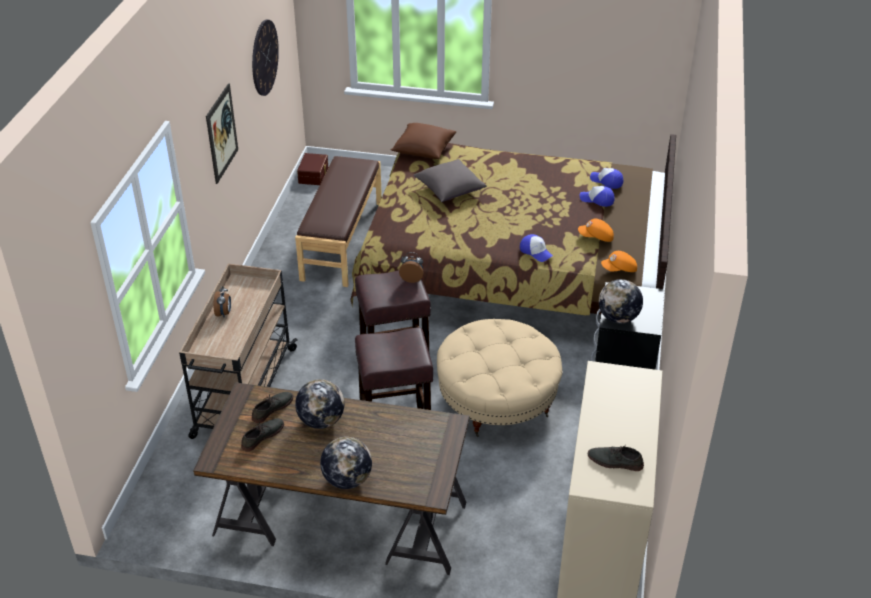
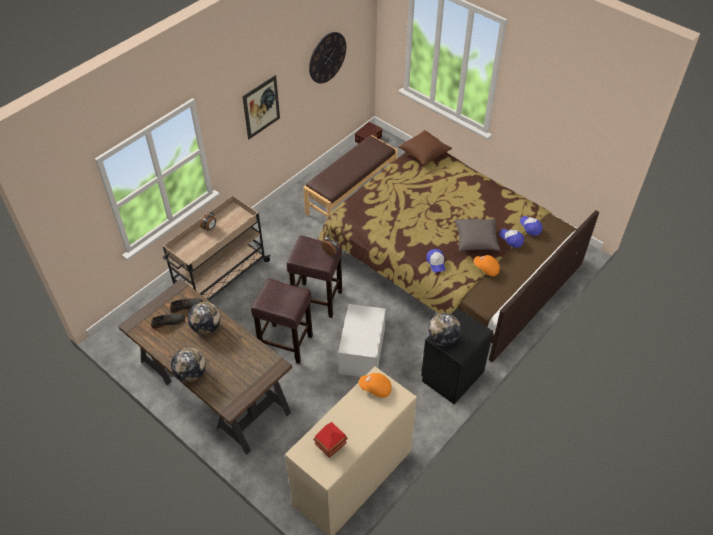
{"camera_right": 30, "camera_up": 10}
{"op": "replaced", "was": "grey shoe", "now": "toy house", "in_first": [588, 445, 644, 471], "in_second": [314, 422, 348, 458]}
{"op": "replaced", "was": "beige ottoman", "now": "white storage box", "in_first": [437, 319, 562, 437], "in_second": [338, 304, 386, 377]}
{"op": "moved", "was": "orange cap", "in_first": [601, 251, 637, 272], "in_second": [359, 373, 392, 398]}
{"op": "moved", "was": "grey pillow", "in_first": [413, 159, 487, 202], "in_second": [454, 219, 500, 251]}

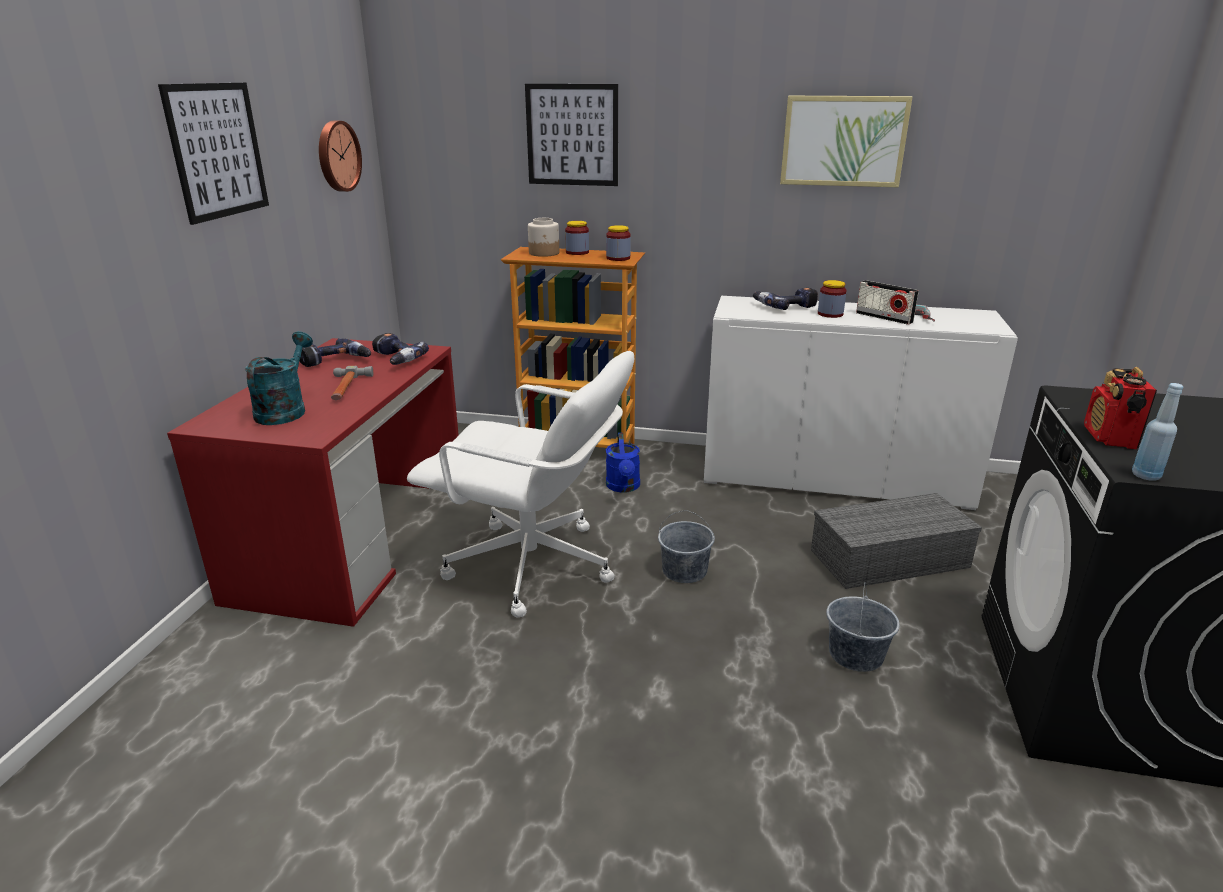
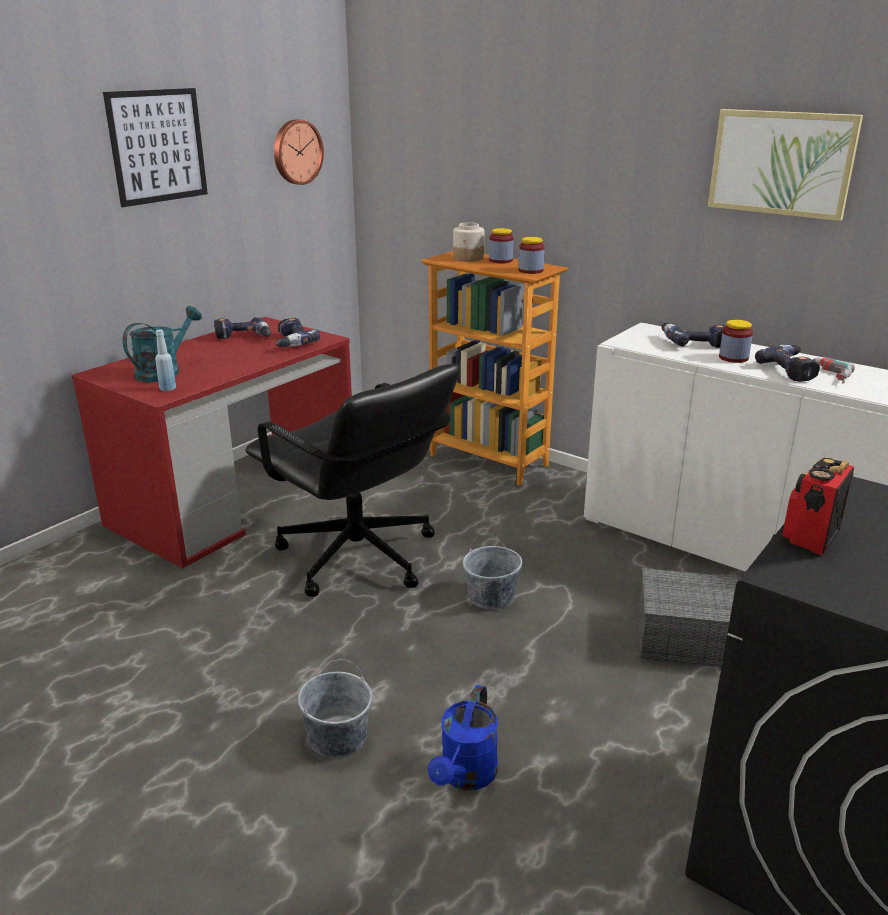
{"camera_right": 25, "camera_up": 0}
{"op": "moved", "was": "blue bottle", "in_first": [1132, 383, 1183, 481], "in_second": [155, 330, 176, 391]}
{"op": "recoloured", "was": "white office chair", "now": "black office chair", "in_first": [407, 351, 634, 618], "in_second": [245, 364, 460, 597]}
{"op": "moved", "was": "grey bucket", "in_first": [826, 582, 900, 672], "in_second": [297, 659, 372, 758]}
{"op": "moved", "was": "blue watering can", "in_first": [606, 433, 640, 493], "in_second": [428, 685, 498, 790]}
{"op": "replaced", "was": "radio", "now": "power drill", "in_first": [856, 280, 919, 325], "in_second": [755, 345, 820, 382]}
{"op": "removed", "was": "hammer", "in_first": [331, 366, 373, 400]}
{"op": "removed", "was": "picture", "in_first": [525, 84, 618, 186]}

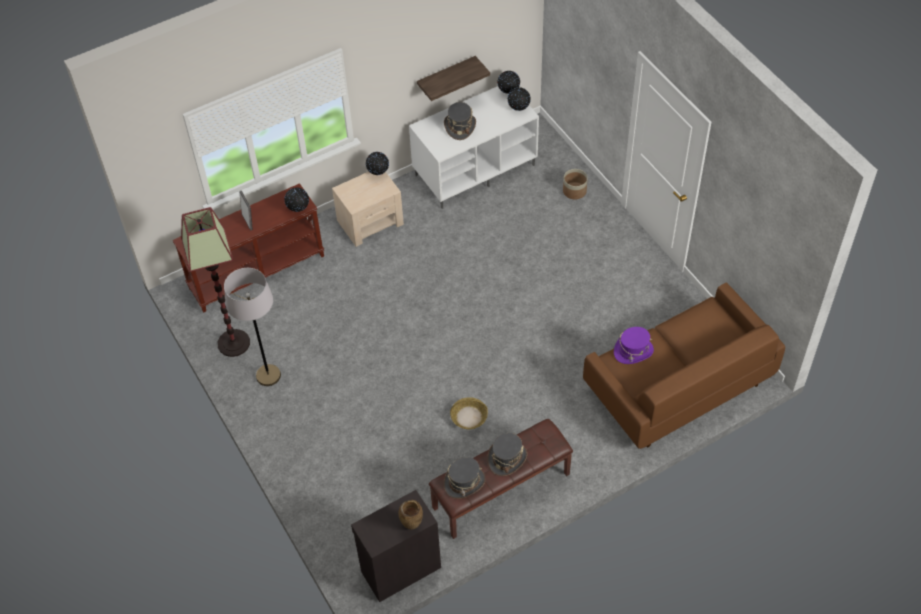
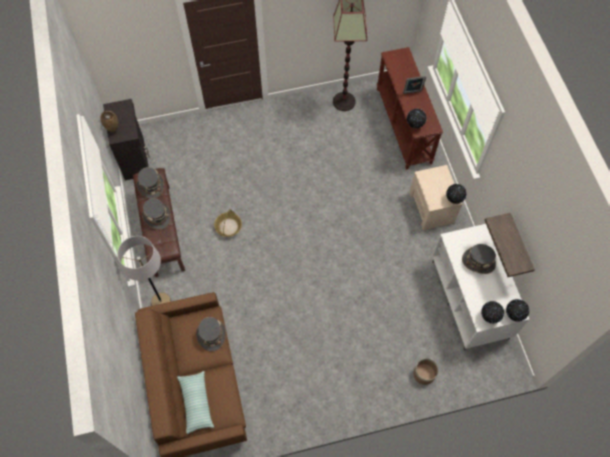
{"camera_right": 105, "camera_up": 10}
{"op": "moved", "was": "grey floor lamp", "in_first": [224, 268, 281, 386], "in_second": [117, 236, 171, 306]}
{"op": "added", "now": "pillow", "in_second": [177, 371, 214, 434]}
{"op": "recoloured", "was": "purple hat", "now": "grey hat", "in_first": [614, 327, 654, 364], "in_second": [196, 317, 226, 352]}

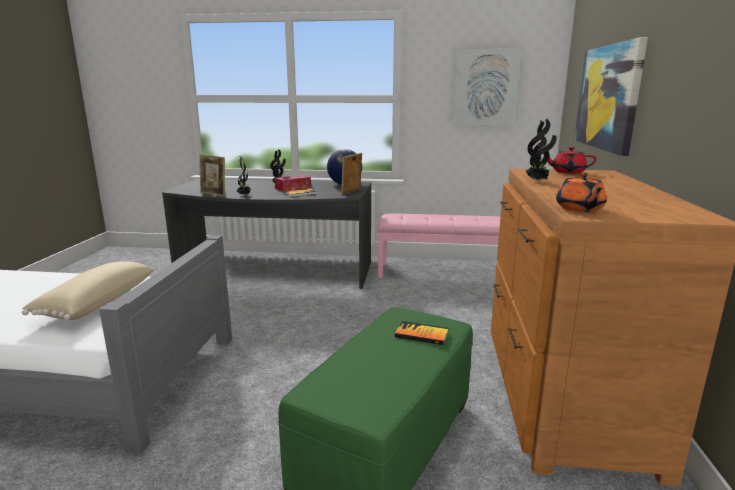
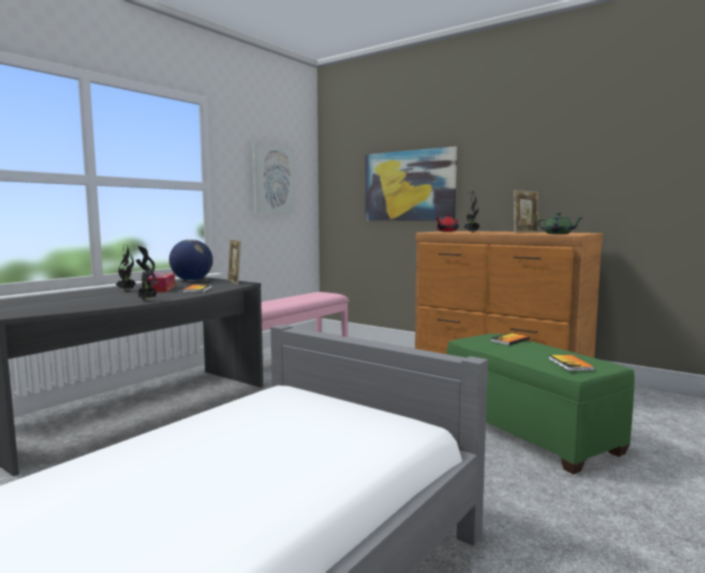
{"camera_right": -60, "camera_up": -10}
{"op": "moved", "was": "picture frame", "in_first": [199, 154, 225, 196], "in_second": [514, 190, 539, 233]}
{"op": "recoloured", "was": "orange teapot", "now": "green teapot", "in_first": [556, 173, 607, 212], "in_second": [538, 213, 582, 234]}
{"op": "added", "now": "book", "in_second": [549, 355, 595, 371]}
{"op": "removed", "was": "beige pillow", "in_first": [22, 261, 154, 320]}

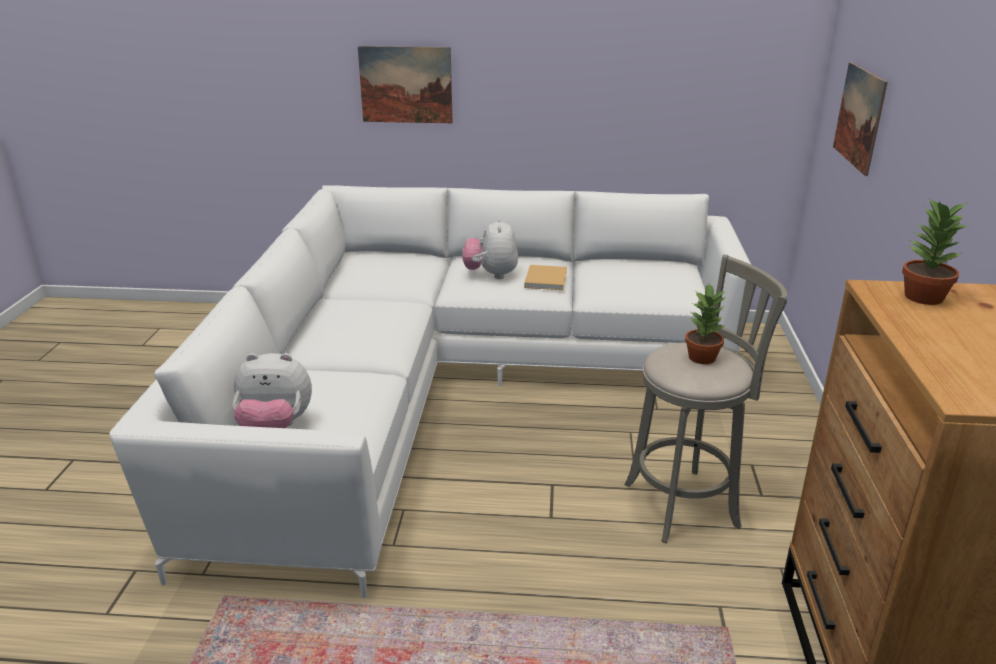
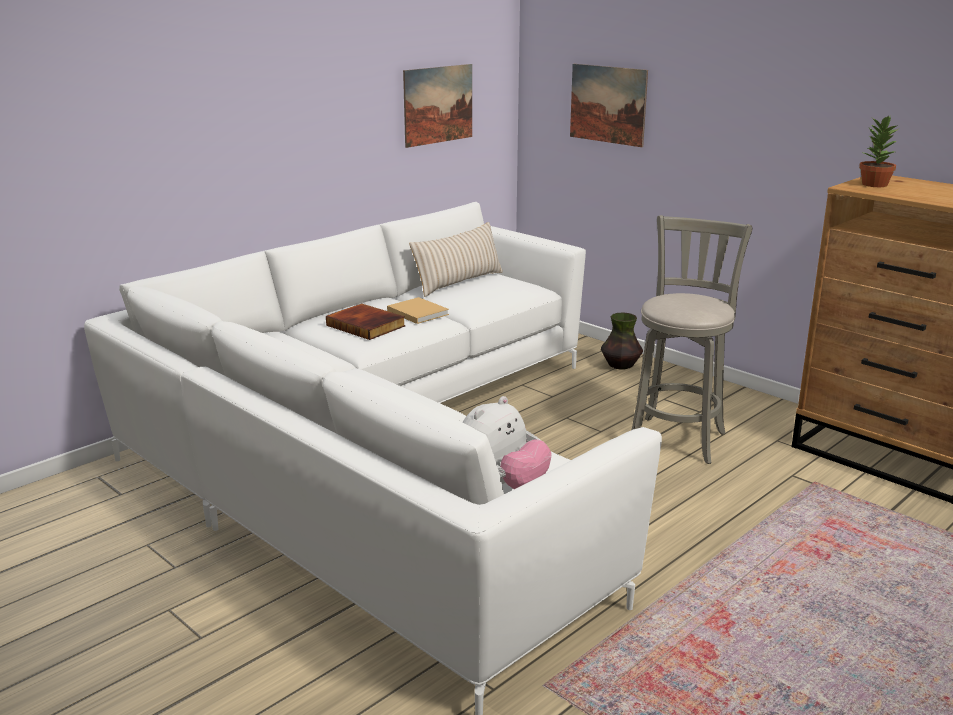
{"camera_right": -50, "camera_up": -5}
{"op": "replaced", "was": "plush toy", "now": "book", "in_first": [462, 217, 518, 279], "in_second": [326, 303, 406, 340]}
{"op": "moved", "was": "picture", "in_first": [358, 46, 453, 123], "in_second": [403, 64, 472, 148]}
{"op": "added", "now": "beige pillow", "in_second": [409, 222, 503, 297]}
{"op": "added", "now": "vase", "in_second": [601, 313, 643, 370]}
{"op": "removed", "was": "potted plant", "in_first": [685, 284, 726, 364]}

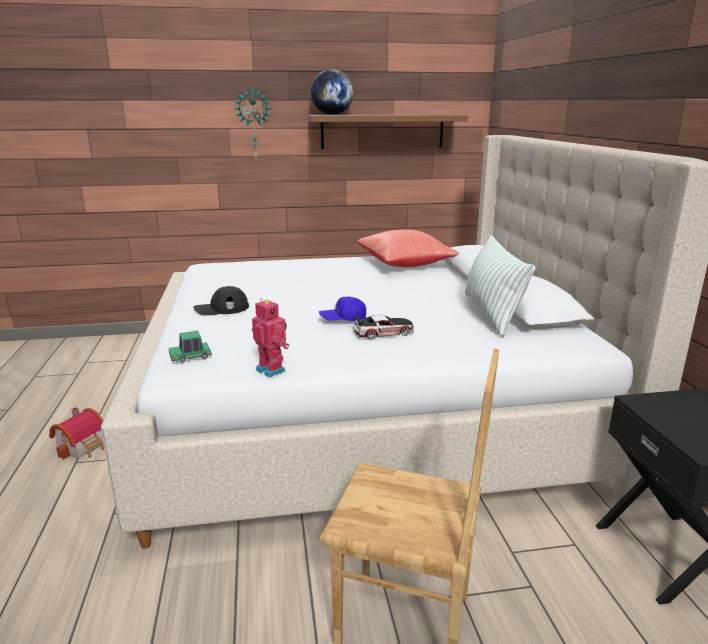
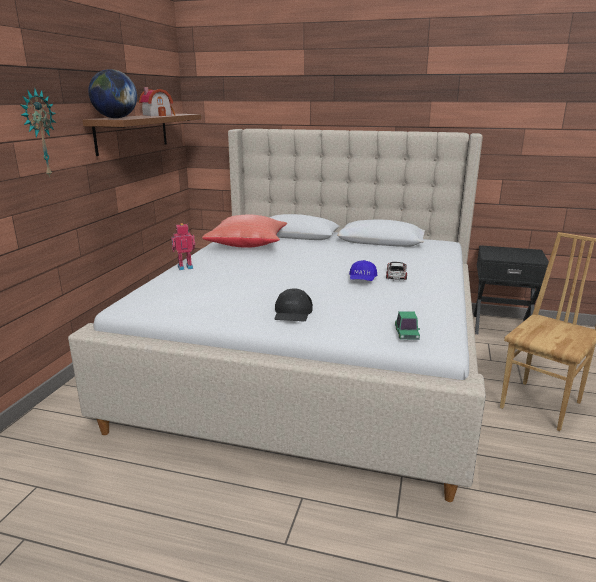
{"camera_right": -65, "camera_up": 0}
{"op": "moved", "was": "toy house", "in_first": [49, 407, 104, 460], "in_second": [139, 87, 175, 116]}
{"op": "moved", "was": "toy robot", "in_first": [252, 299, 289, 377], "in_second": [171, 223, 195, 270]}
{"op": "removed", "was": "pillow", "in_first": [465, 235, 536, 337]}

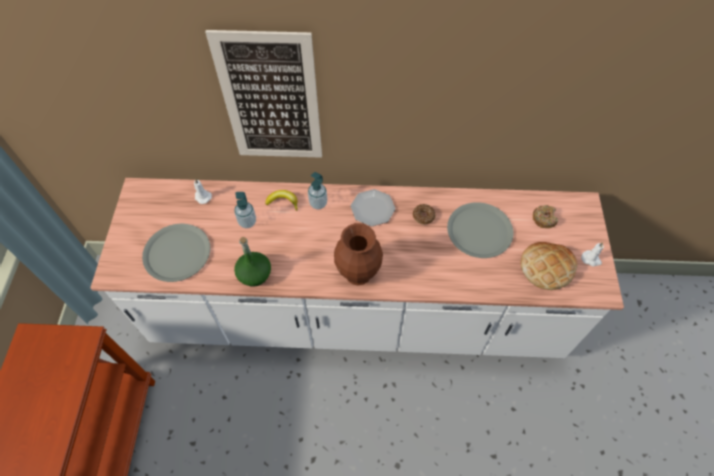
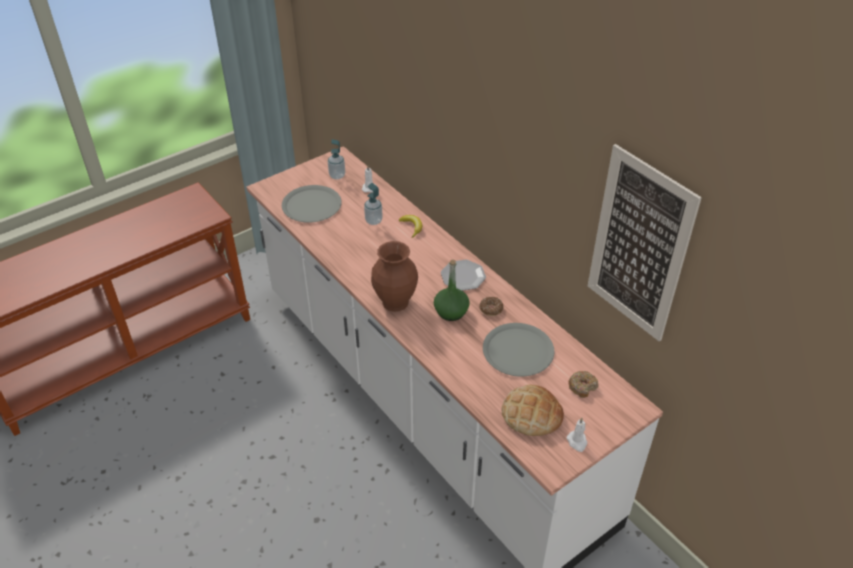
{"camera_right": 50, "camera_up": -15}
{"op": "moved", "was": "soap dispenser", "in_first": [308, 172, 327, 209], "in_second": [328, 139, 345, 180]}
{"op": "moved", "was": "green bottle", "in_first": [234, 237, 271, 286], "in_second": [434, 259, 470, 321]}
{"op": "moved", "was": "picture", "in_first": [205, 30, 322, 158], "in_second": [588, 144, 702, 342]}

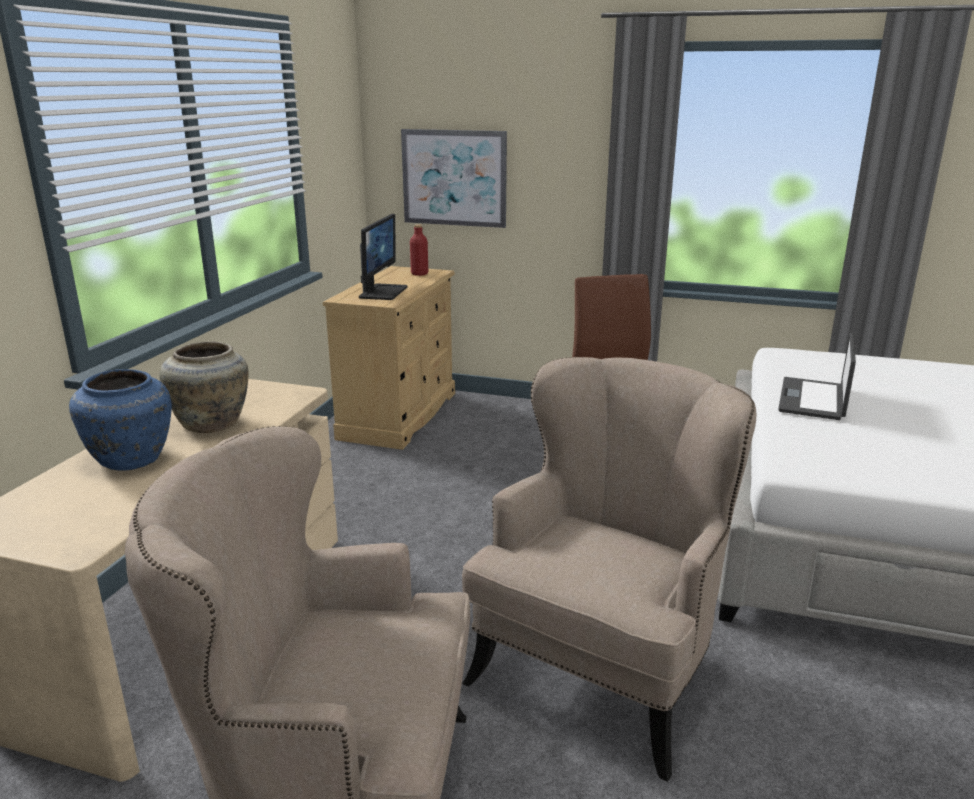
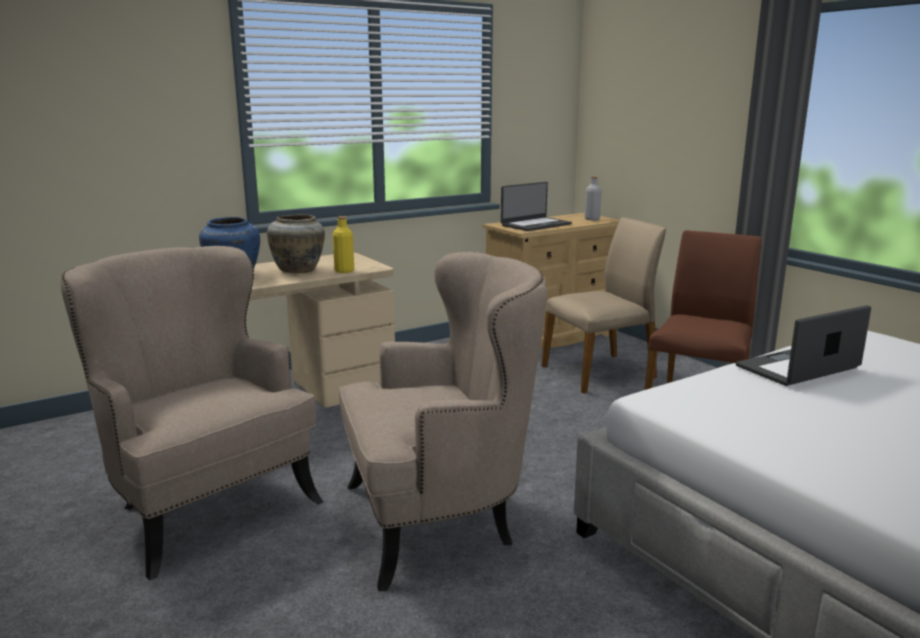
{"camera_right": 40, "camera_up": -5}
{"op": "added", "now": "yellow bottle", "in_second": [333, 216, 354, 273]}
{"op": "replaced", "was": "monitor", "now": "laptop", "in_first": [359, 214, 407, 300], "in_second": [501, 182, 572, 231]}
{"op": "added", "now": "beige chair", "in_second": [541, 217, 666, 393]}
{"op": "recoloured", "was": "red bottle", "now": "grey bottle", "in_first": [410, 224, 428, 276], "in_second": [585, 176, 601, 220]}
{"op": "removed", "was": "picture", "in_first": [401, 129, 507, 228]}

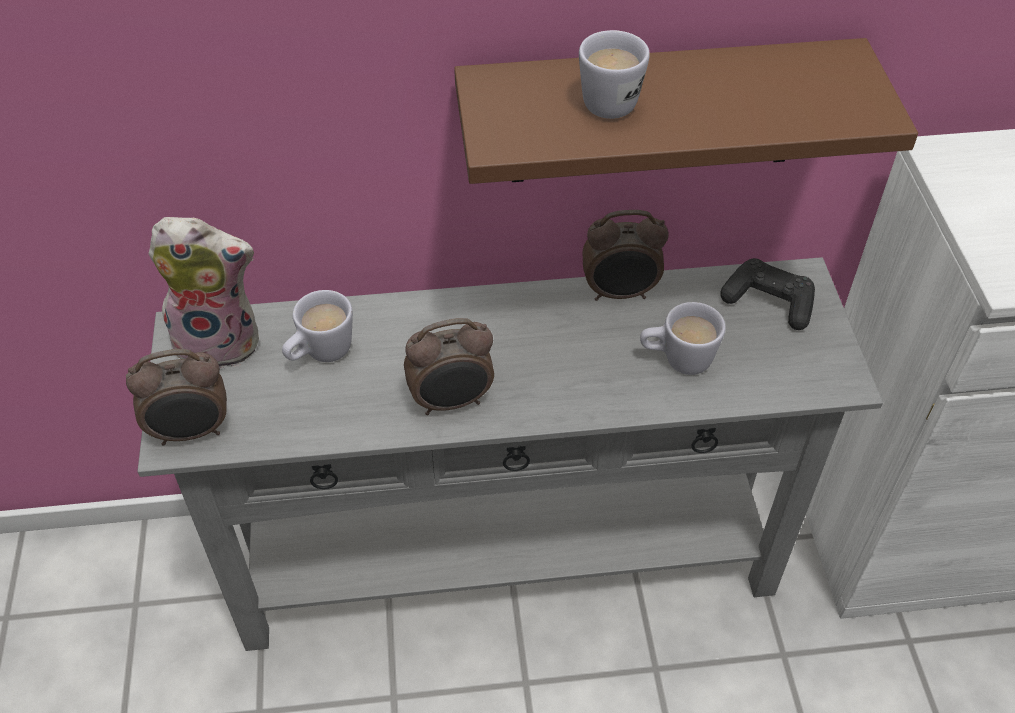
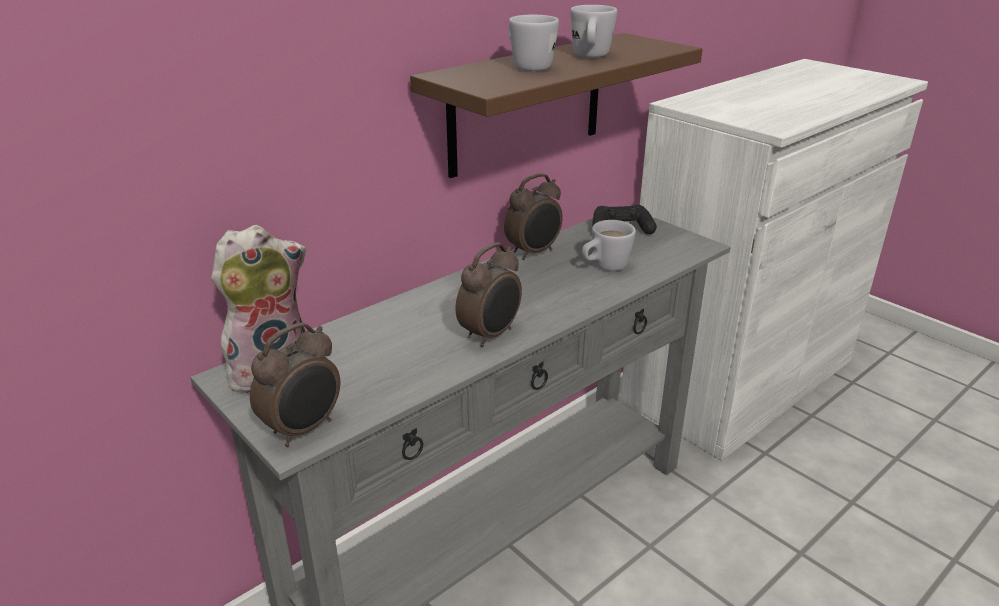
{"camera_right": -35, "camera_up": -20}
{"op": "moved", "was": "white mug", "in_first": [282, 290, 353, 362], "in_second": [570, 5, 617, 57]}

